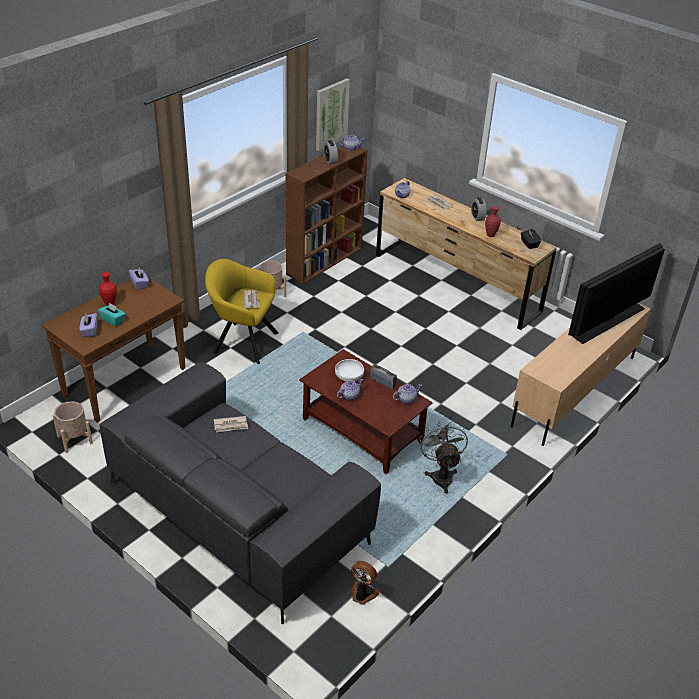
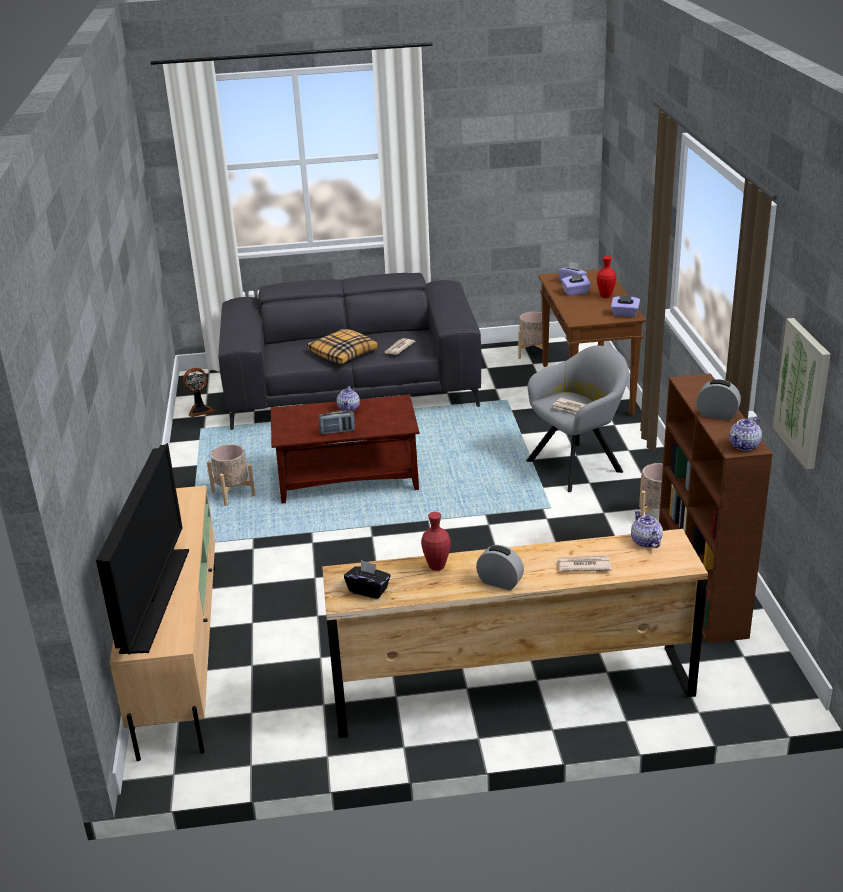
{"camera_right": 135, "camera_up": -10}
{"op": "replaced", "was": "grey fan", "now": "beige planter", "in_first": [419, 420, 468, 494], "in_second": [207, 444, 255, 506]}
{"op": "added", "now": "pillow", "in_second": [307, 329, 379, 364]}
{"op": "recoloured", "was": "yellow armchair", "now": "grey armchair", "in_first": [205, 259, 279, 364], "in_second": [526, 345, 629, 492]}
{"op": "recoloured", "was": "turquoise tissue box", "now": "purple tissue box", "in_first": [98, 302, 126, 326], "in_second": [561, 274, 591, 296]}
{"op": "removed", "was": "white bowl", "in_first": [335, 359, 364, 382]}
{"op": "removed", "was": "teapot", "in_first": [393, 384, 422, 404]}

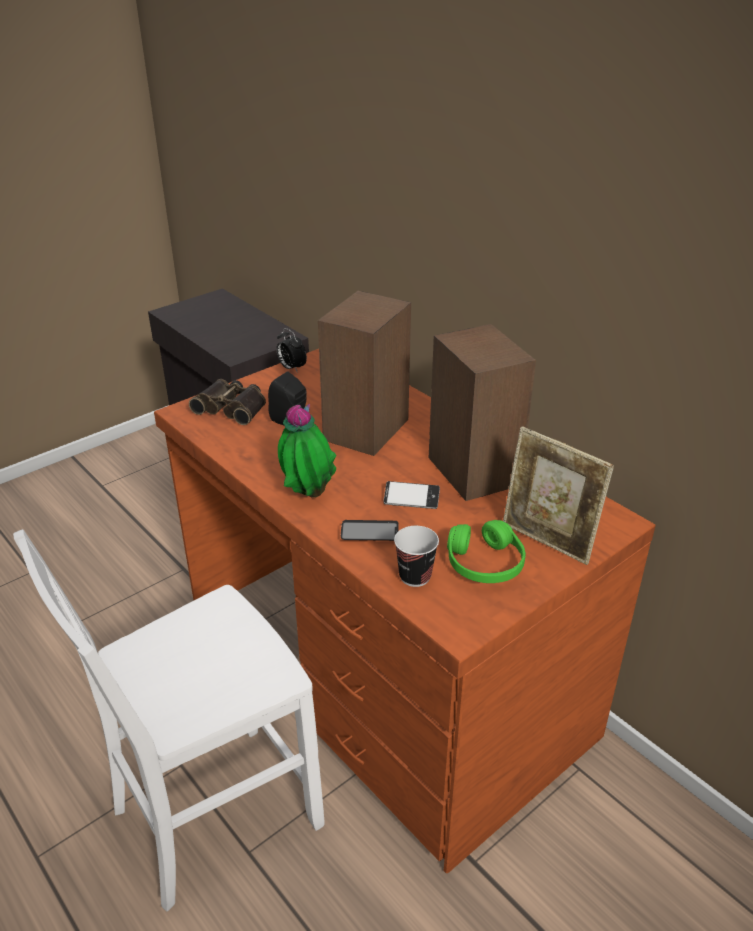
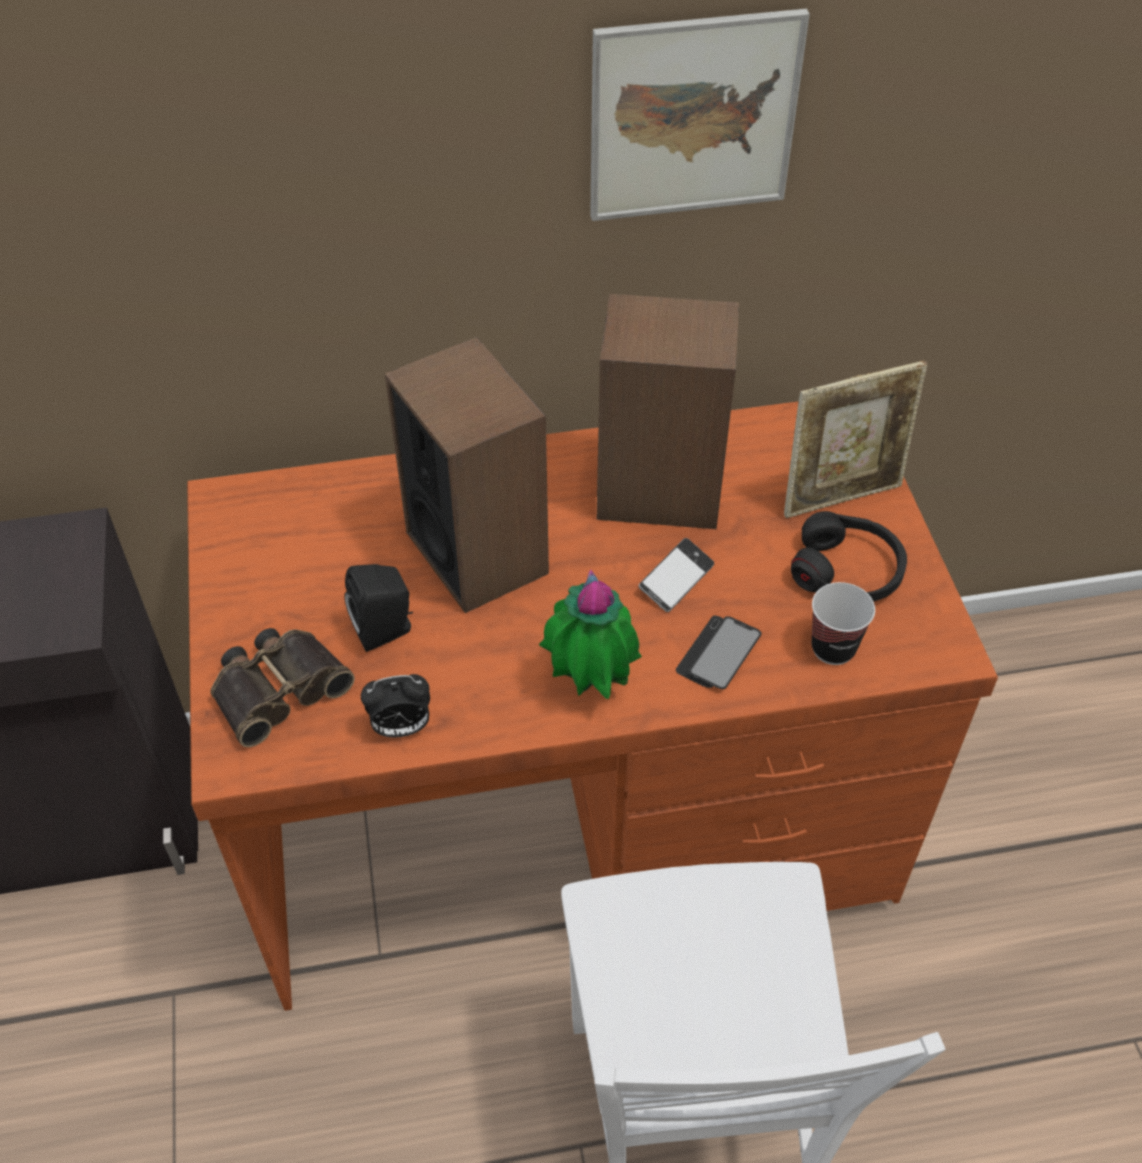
{"camera_right": -60, "camera_up": 15}
{"op": "moved", "was": "alarm clock", "in_first": [277, 328, 307, 373], "in_second": [361, 674, 430, 737]}
{"op": "added", "now": "picture", "in_second": [590, 9, 810, 221]}
{"op": "recoloured", "was": "green headphones", "now": "black headphones", "in_first": [447, 520, 526, 583], "in_second": [791, 511, 907, 602]}

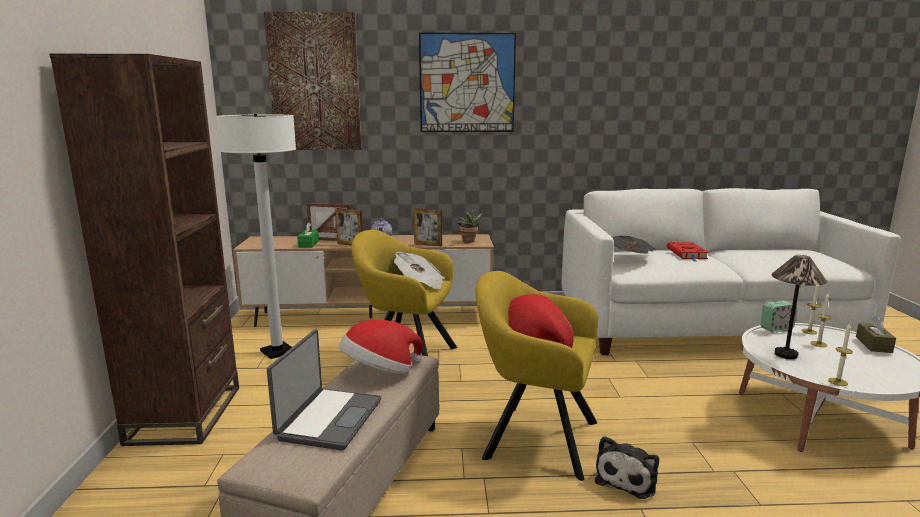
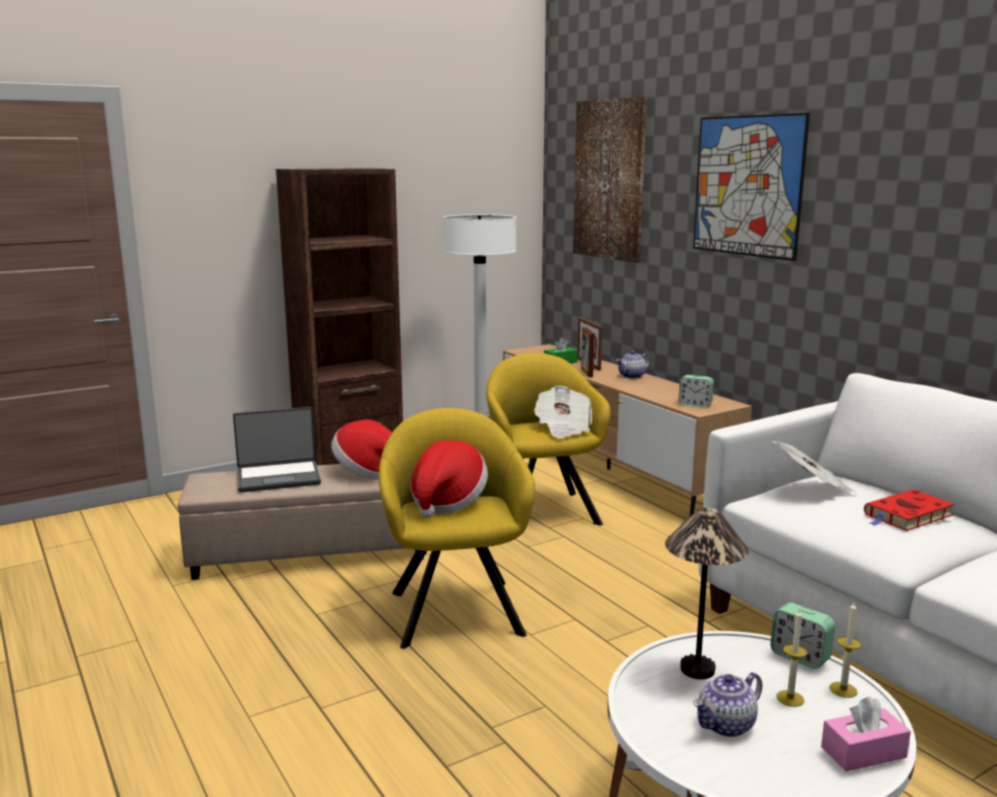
{"camera_right": 60, "camera_up": 0}
{"op": "replaced", "was": "potted plant", "now": "alarm clock", "in_first": [457, 208, 483, 243], "in_second": [679, 375, 714, 408]}
{"op": "added", "now": "teapot", "in_second": [693, 672, 762, 737]}
{"op": "recoloured", "was": "brown tissue box", "now": "pink tissue box", "in_first": [856, 315, 896, 353], "in_second": [821, 696, 911, 772]}
{"op": "removed", "was": "picture frame", "in_first": [414, 208, 442, 246]}
{"op": "removed", "was": "plush toy", "in_first": [595, 436, 659, 499]}
{"op": "removed", "was": "candle", "in_first": [828, 323, 853, 386]}

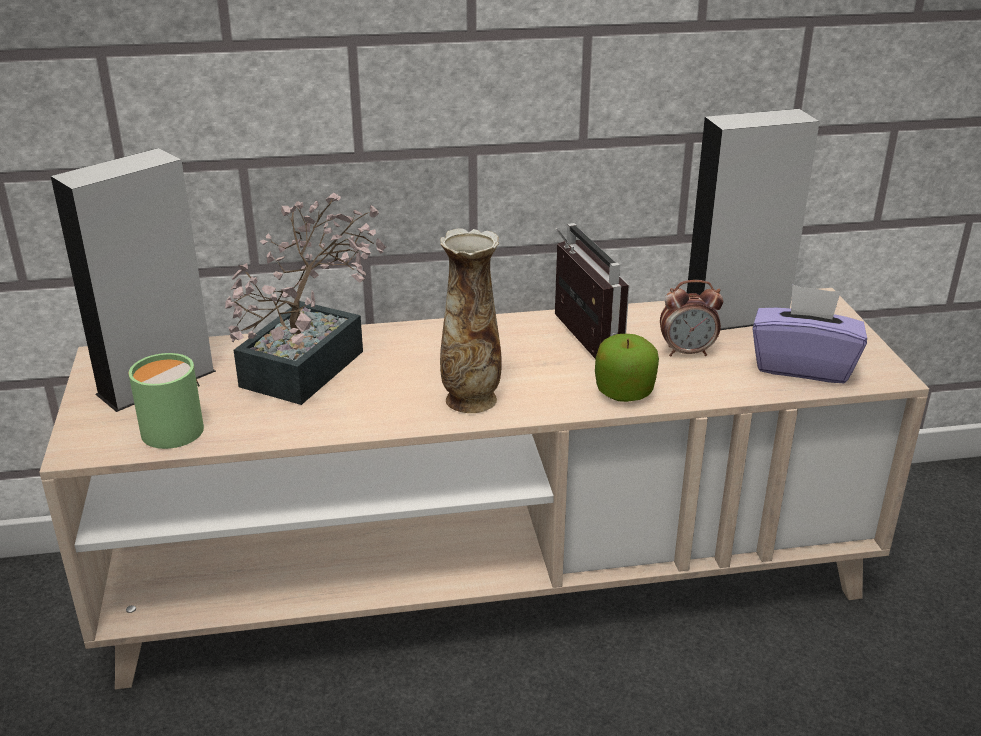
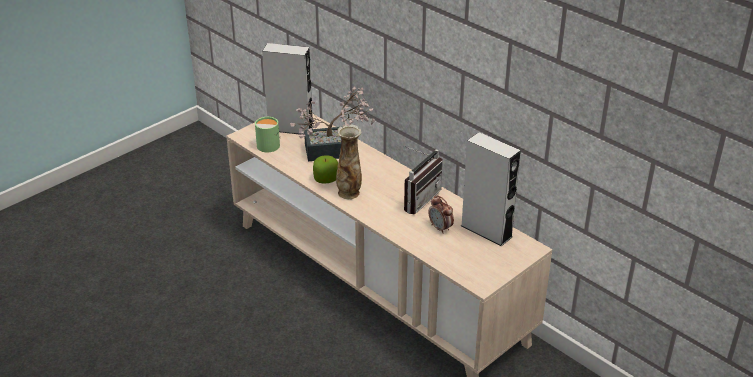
{"camera_right": 55, "camera_up": 5}
{"op": "moved", "was": "apple", "in_first": [595, 334, 659, 402], "in_second": [313, 155, 338, 184]}
{"op": "removed", "was": "purple tissue box", "in_first": [752, 284, 867, 383]}

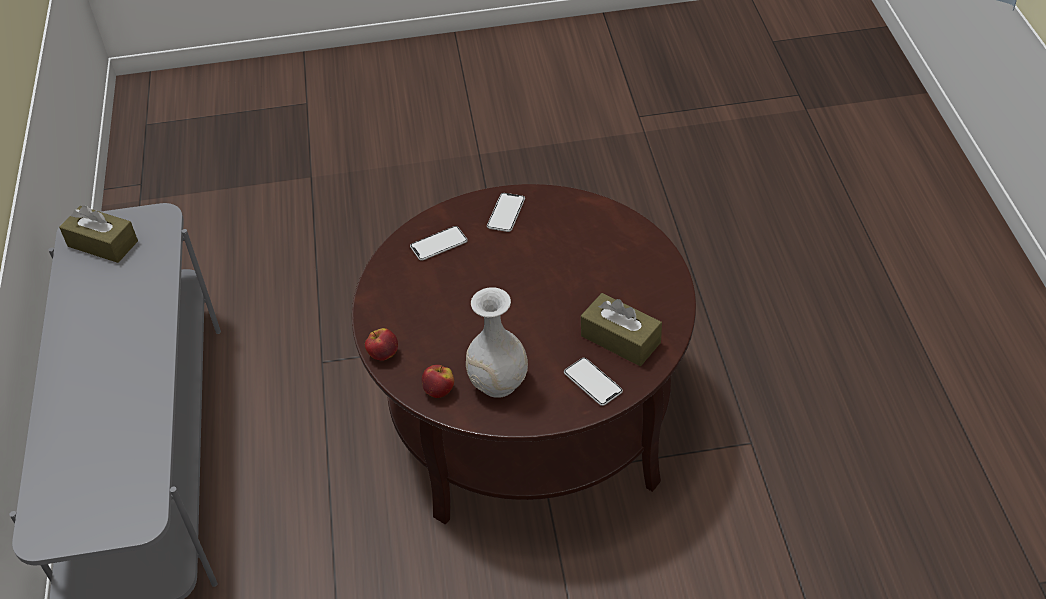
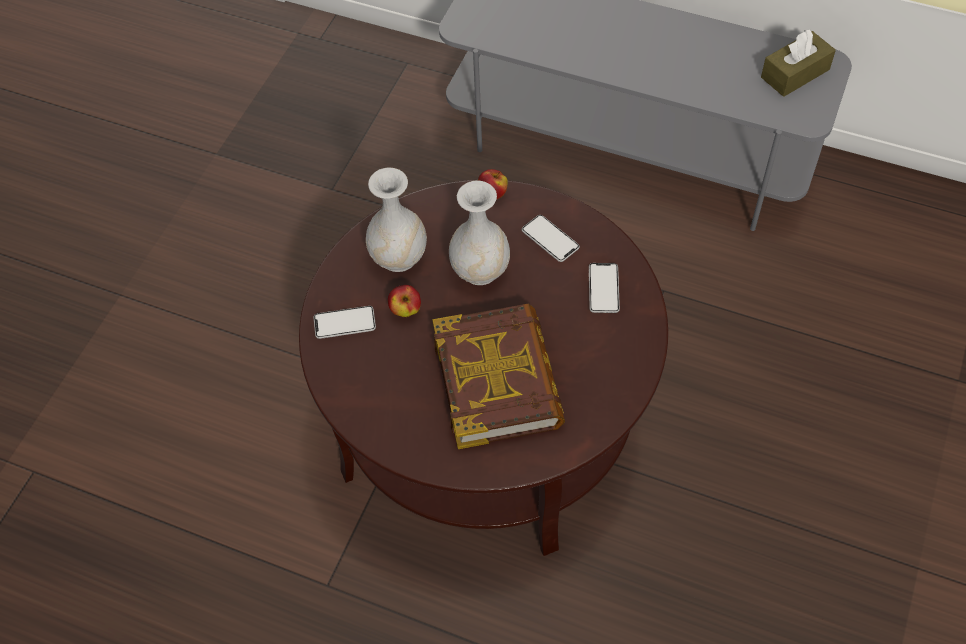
{"camera_right": 120, "camera_up": 10}
{"op": "moved", "was": "apple", "in_first": [422, 365, 454, 398], "in_second": [388, 285, 421, 317]}
{"op": "added", "now": "book", "in_second": [432, 303, 565, 449]}
{"op": "added", "now": "white vase", "in_second": [449, 181, 510, 285]}
{"op": "moved", "was": "phone", "in_first": [487, 193, 525, 232], "in_second": [522, 215, 580, 262]}
{"op": "removed", "was": "brown tissue box", "in_first": [581, 293, 662, 366]}

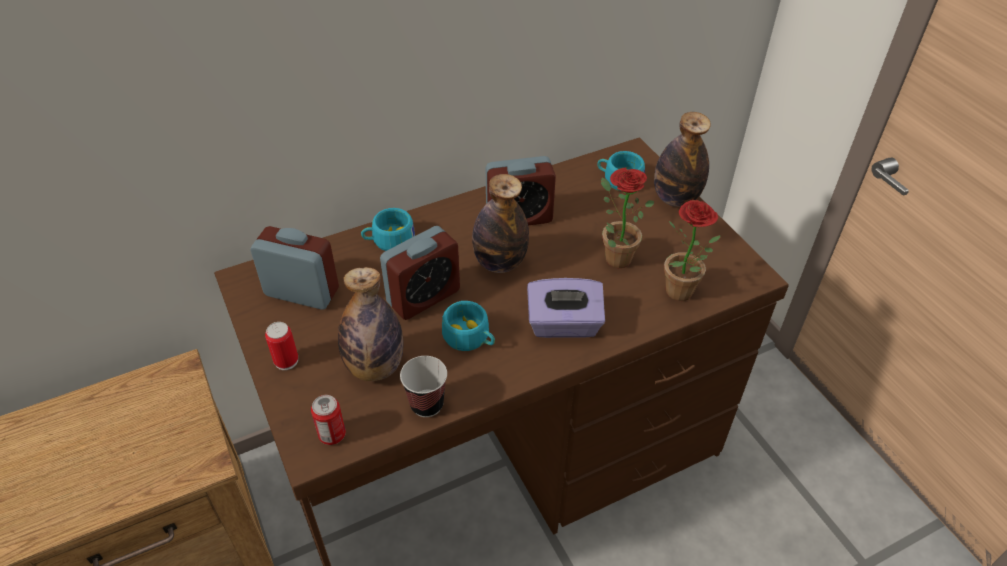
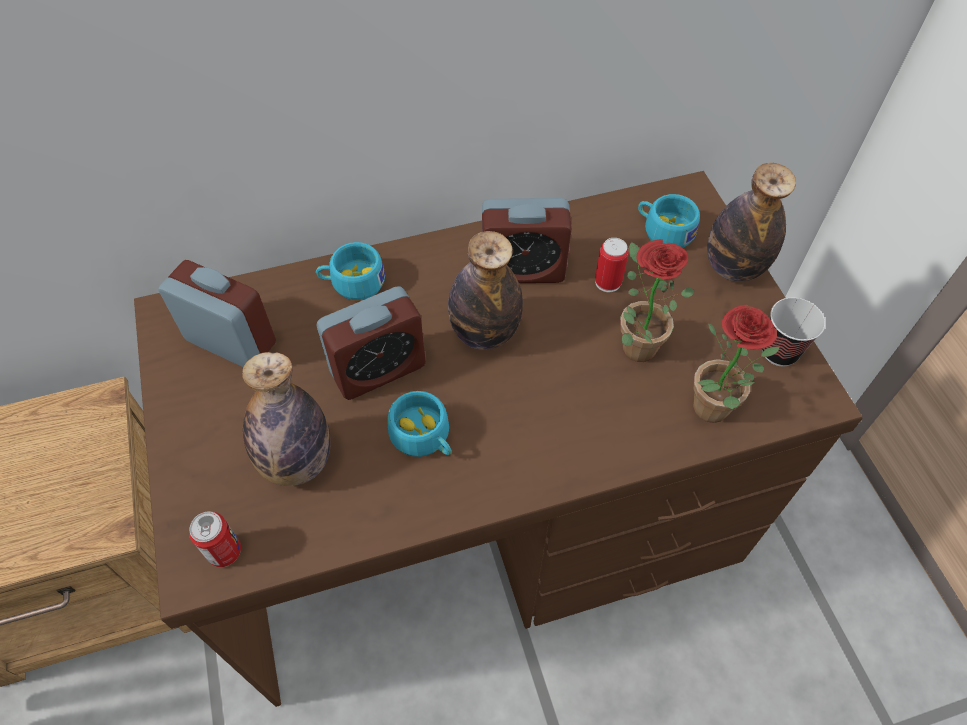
{"camera_right": 10, "camera_up": 10}
{"op": "moved", "was": "can", "in_first": [265, 322, 298, 370], "in_second": [595, 238, 629, 292]}
{"op": "moved", "was": "cup", "in_first": [400, 356, 447, 417], "in_second": [762, 297, 825, 366]}
{"op": "removed", "was": "purple tissue box", "in_first": [527, 278, 605, 338]}

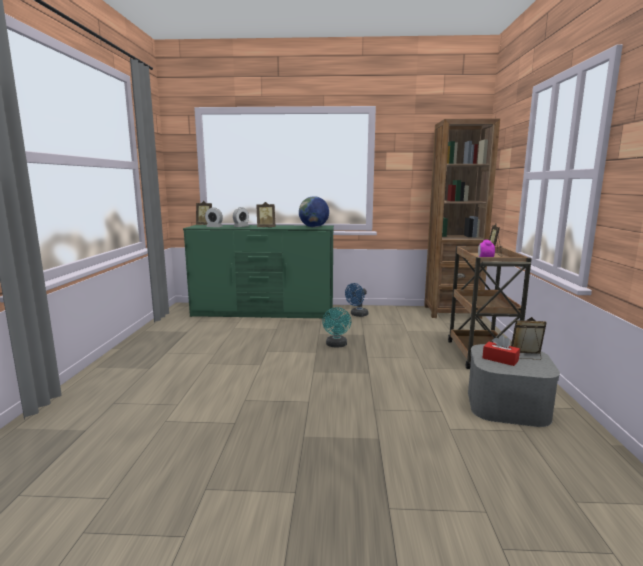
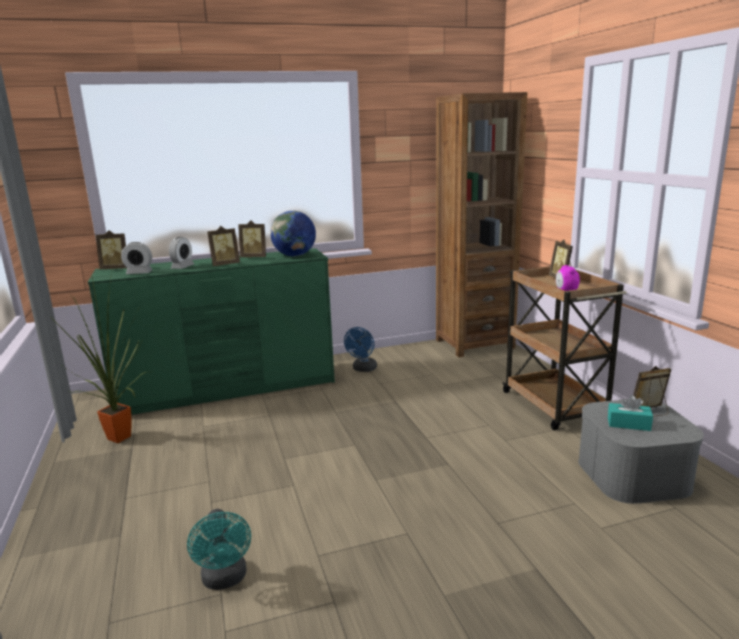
{"camera_right": -20, "camera_up": 5}
{"op": "added", "now": "potted plant", "in_second": [51, 268, 145, 443]}
{"op": "moved", "was": "turquoise fan", "in_first": [322, 307, 351, 347], "in_second": [187, 509, 251, 590]}
{"op": "added", "now": "picture frame", "in_second": [238, 220, 266, 257]}
{"op": "recoloured", "was": "red tissue box", "now": "turquoise tissue box", "in_first": [482, 335, 520, 366], "in_second": [608, 395, 653, 431]}

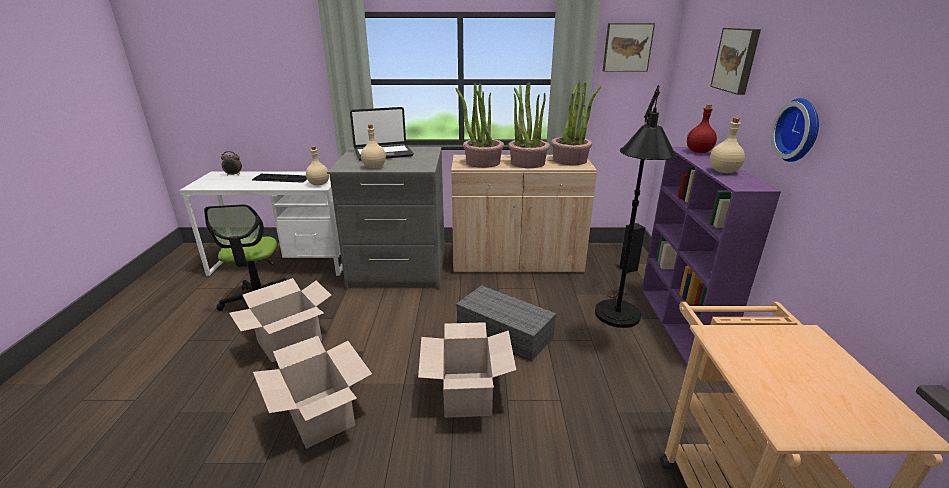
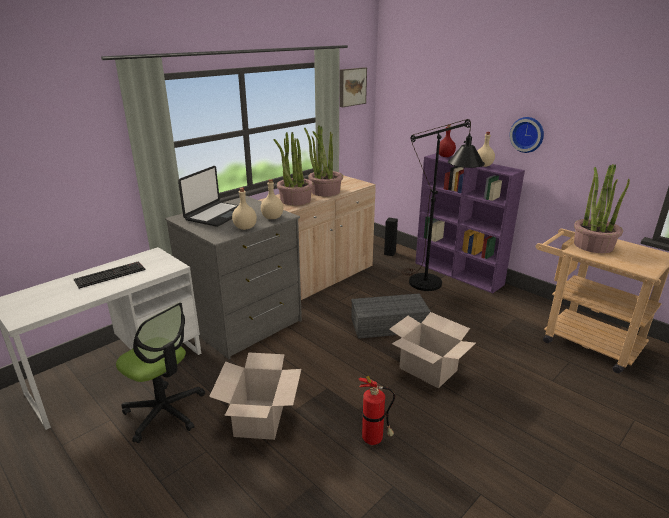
{"camera_right": -45, "camera_up": 0}
{"op": "moved", "was": "beige bottle", "in_first": [306, 146, 329, 186], "in_second": [261, 179, 283, 219]}
{"op": "replaced", "was": "cardboard box", "now": "fire extinguisher", "in_first": [253, 336, 372, 449], "in_second": [359, 376, 395, 445]}
{"op": "moved", "was": "potted plant", "in_first": [551, 82, 602, 165], "in_second": [574, 164, 630, 253]}
{"op": "removed", "was": "alarm clock", "in_first": [221, 151, 242, 176]}
{"op": "removed", "was": "picture", "in_first": [710, 28, 761, 95]}

